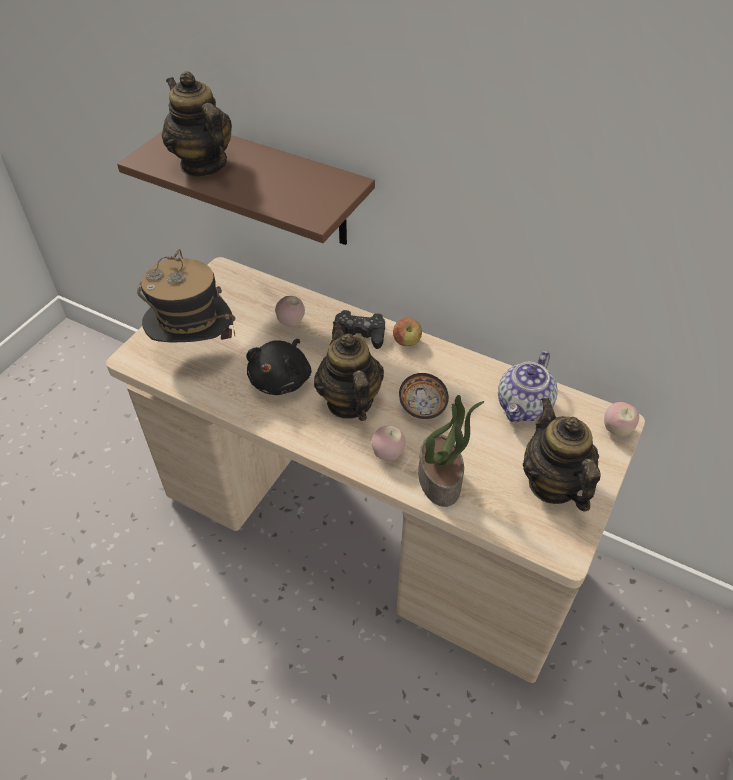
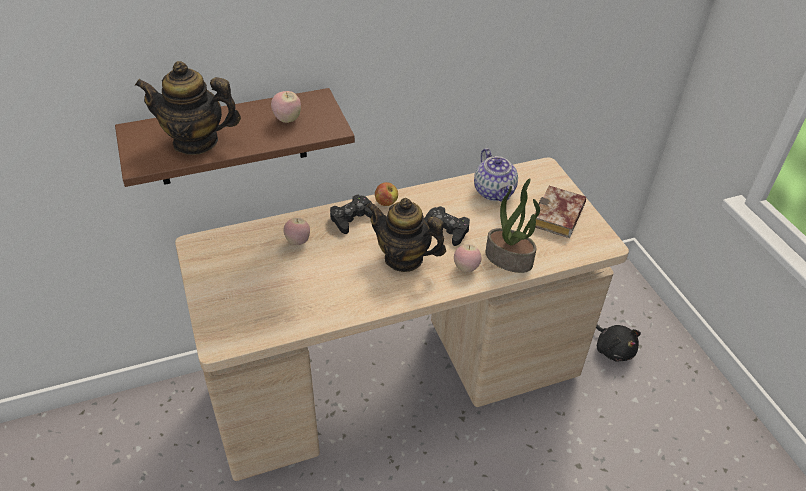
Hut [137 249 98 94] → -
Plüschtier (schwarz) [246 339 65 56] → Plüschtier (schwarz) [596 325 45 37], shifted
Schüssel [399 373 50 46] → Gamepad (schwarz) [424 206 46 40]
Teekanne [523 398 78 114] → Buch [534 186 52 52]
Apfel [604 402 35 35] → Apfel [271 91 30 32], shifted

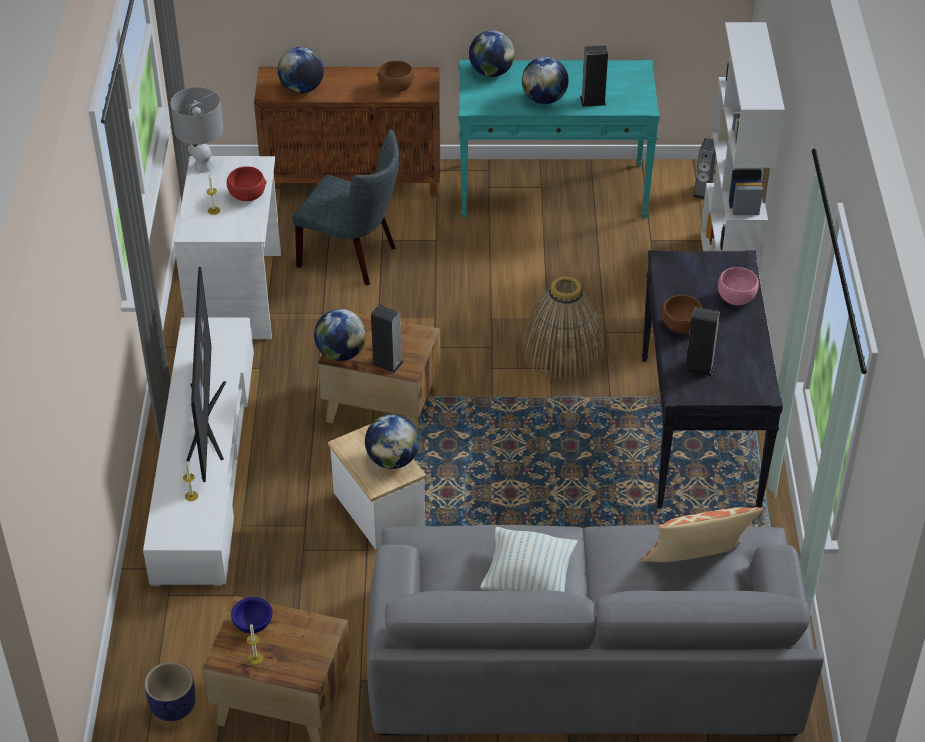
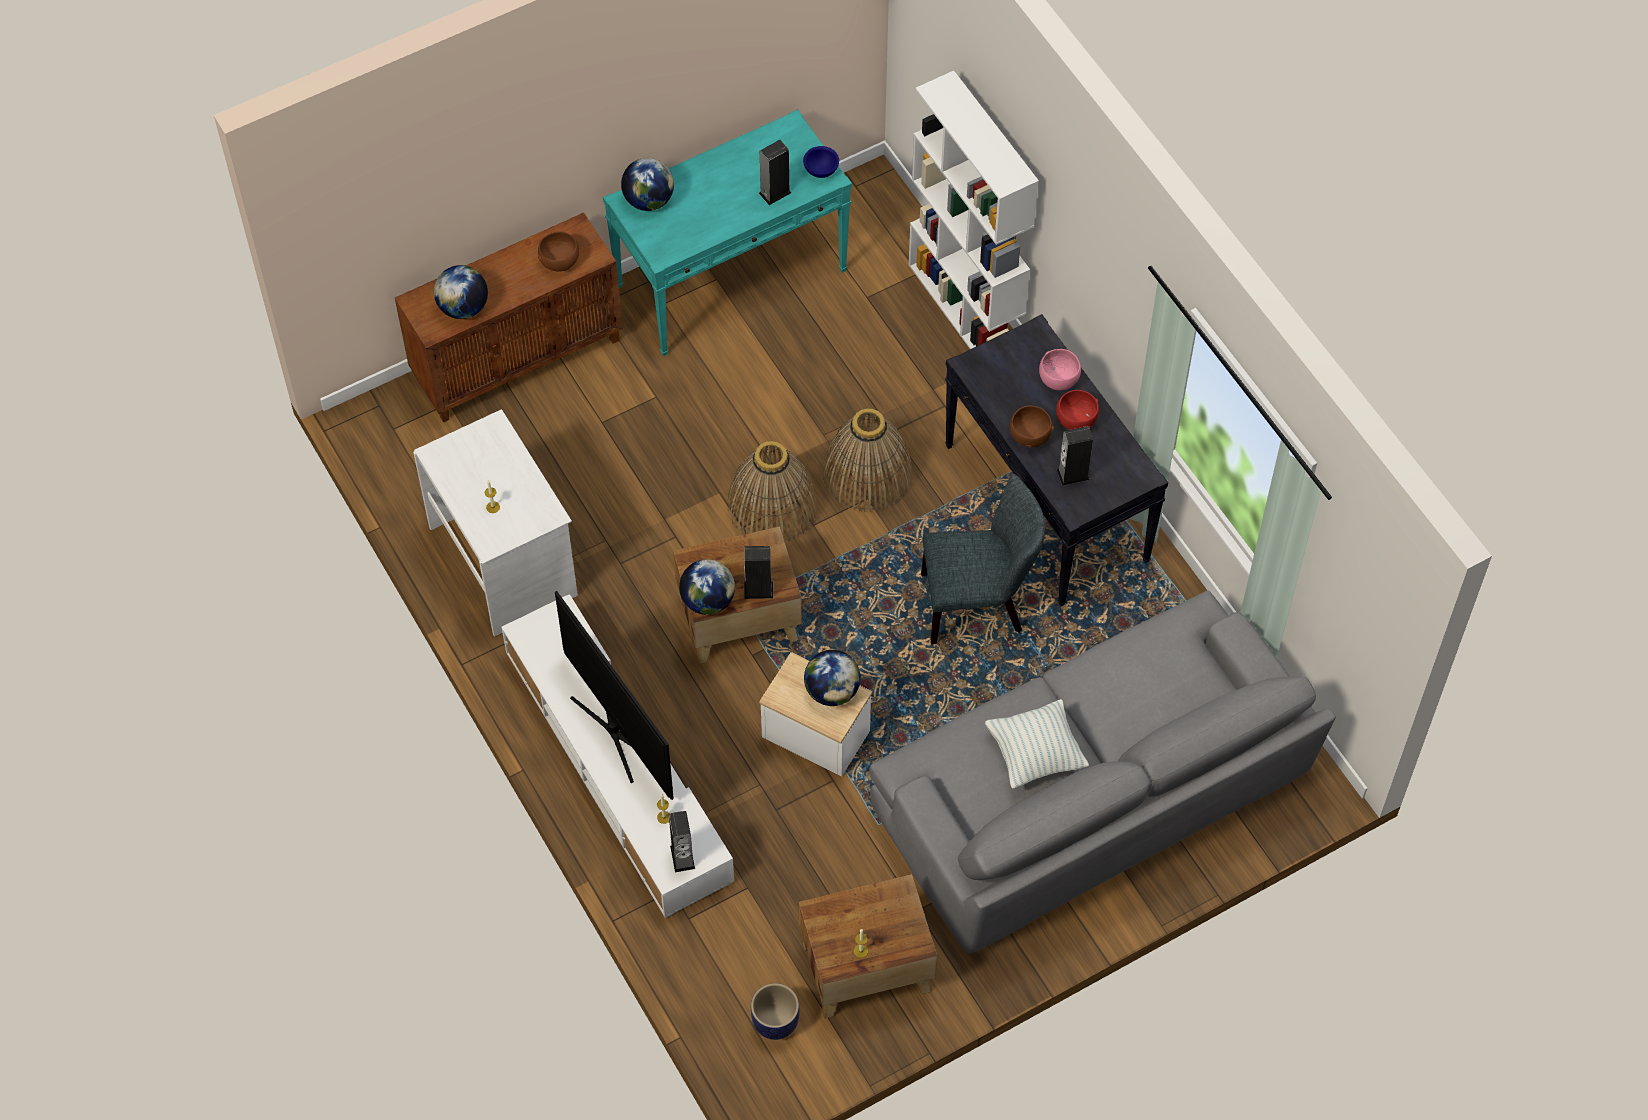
Globus [522 57 47 47] → -
Tischlampe (grau) [171 87 52 86] → -
Stuhl (grau) [292 129 107 157] → Stuhl (grau) [921 474 124 170], shifted
Lautsprecher [693 138 23 61] → Lautsprecher [669 811 26 61], shifted
Schüssel (rot) [227 167 39 34] → Schüssel (rot) [1056 390 43 40], shifted
Kissen [641 507 122 55] → -
Schüssel (blau) [231 597 41 36] → Schüssel (blau) [803 146 36 32], shifted
- → Korb [728 441 90 101]

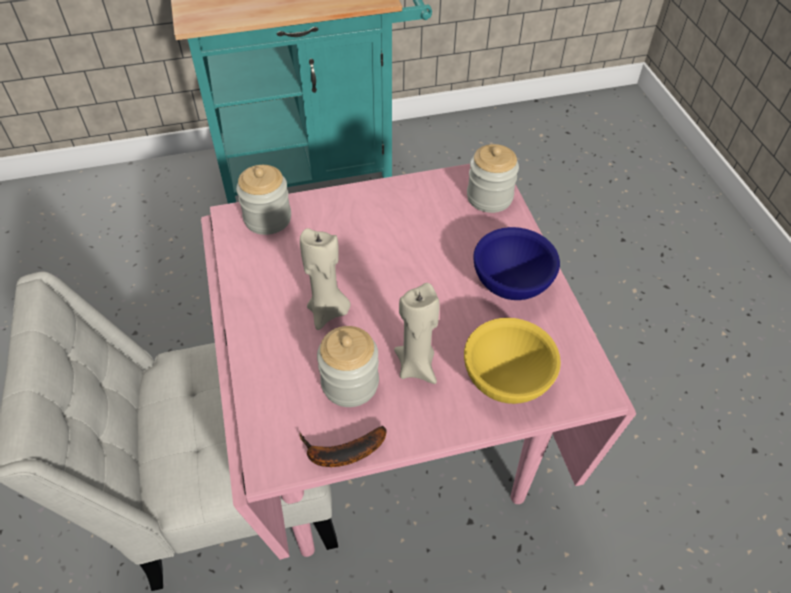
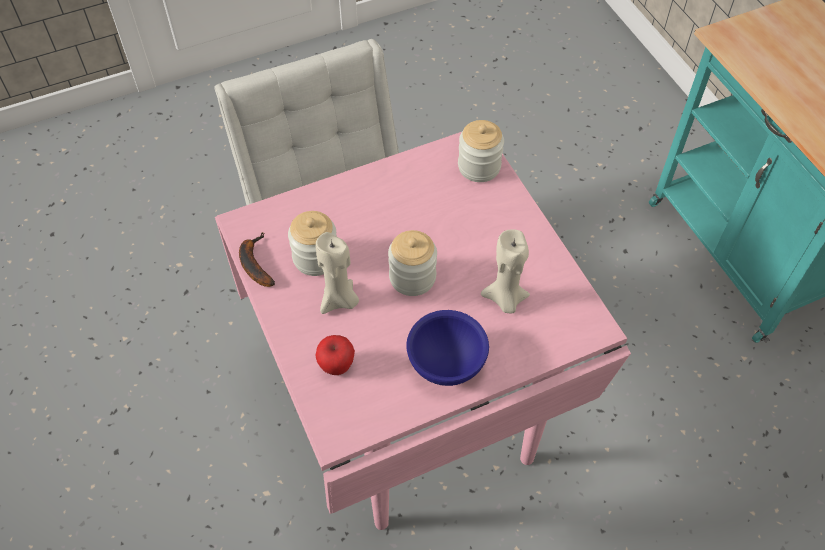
Vorratsglas [467 144 52 69] → Vorratsglas [388 230 49 66], shifted
Kerze (beige) [300 228 51 102] → Kerze (beige) [481 229 49 84], shifted
Schüssel (gelb) [464 318 97 86] → Apfel [315 335 40 40]

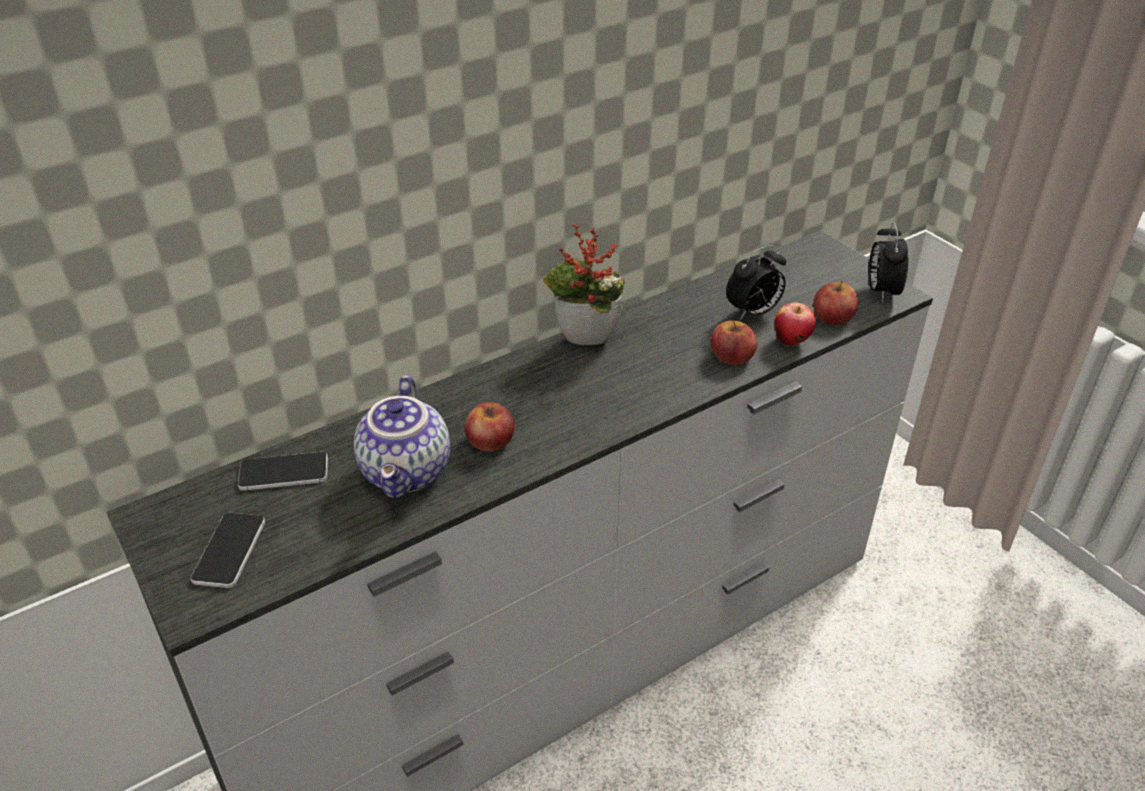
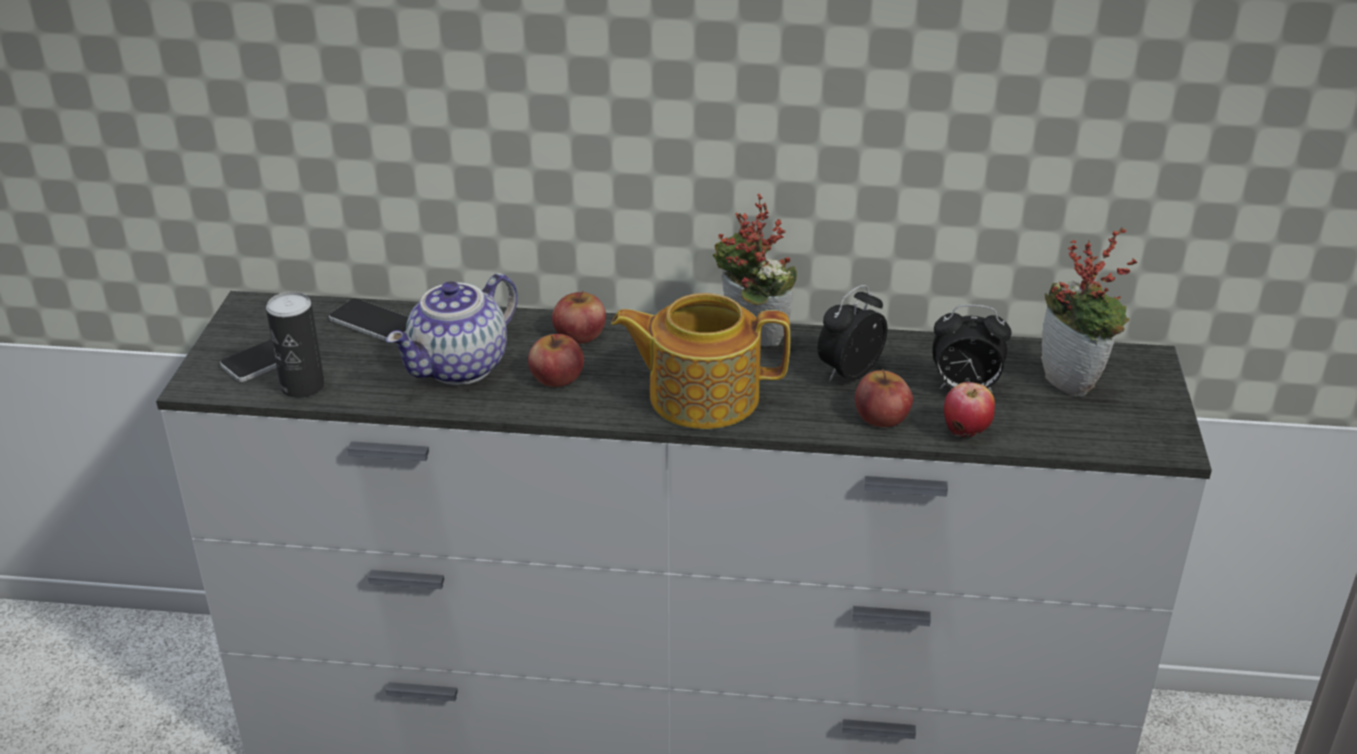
Wecker [869 222 39 80] → Wecker [818 285 70 97], shifted
Apfel [813 281 45 44] → Apfel [552 291 54 53], shifted
- → Topfpflanze [1041 227 96 169]
- → Dose [266 292 59 106]
- → Teekanne [611 293 179 136]

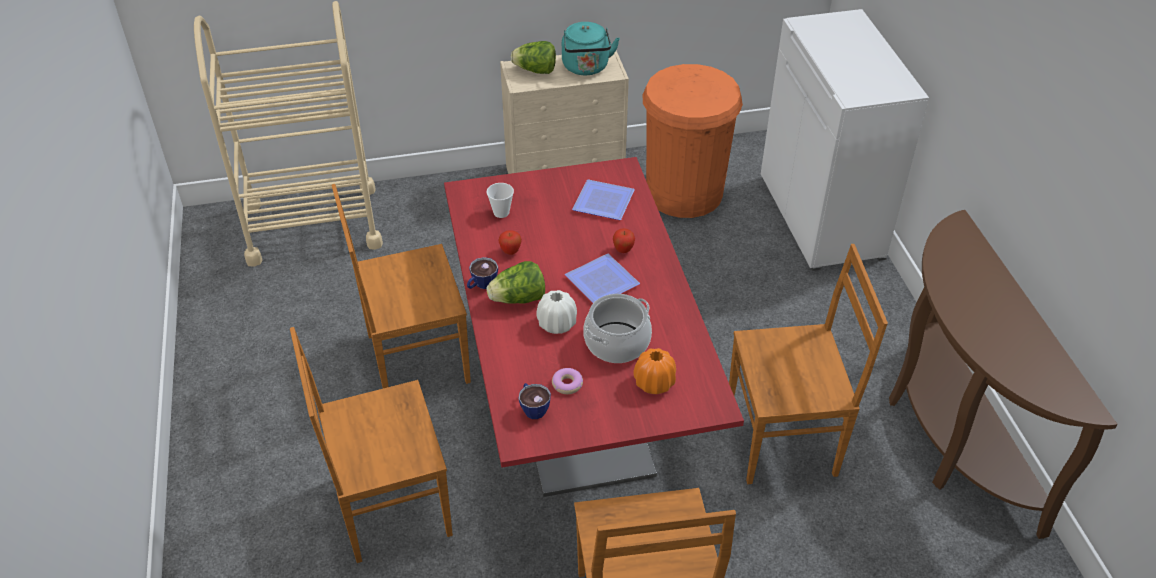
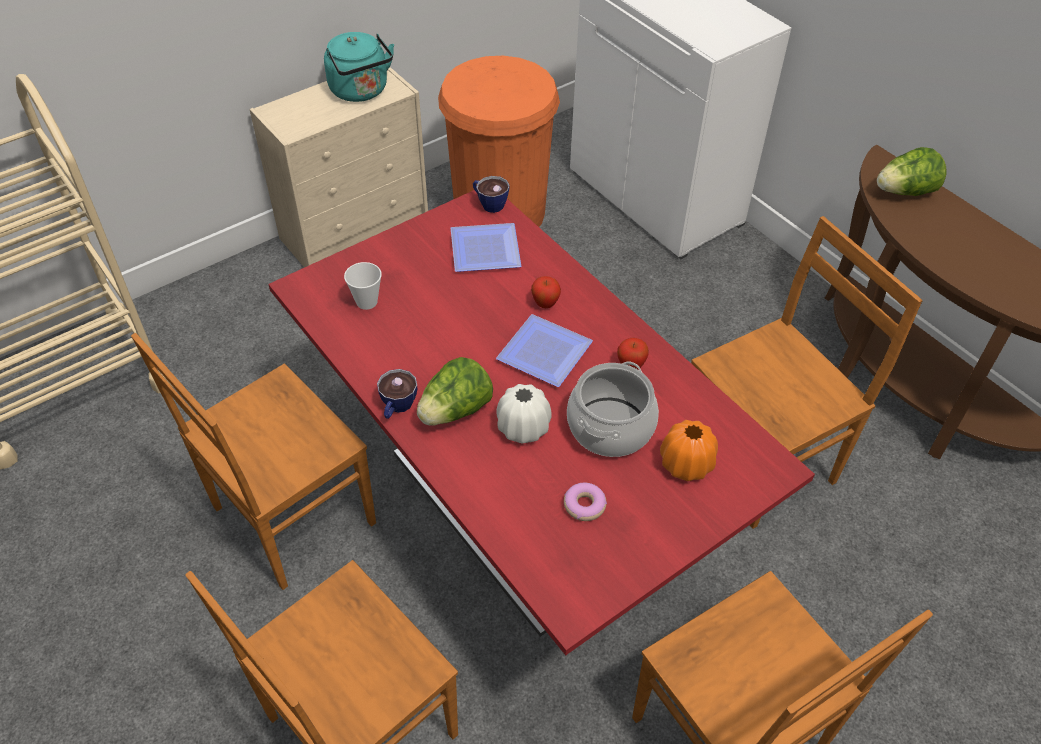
Salatkopf [511 41 45 33] → Salatkopf [877 147 69 49], shifted
Apfel [498 230 24 25] → Apfel [617 338 32 31], shifted
Tasse [519 383 32 36] → Tasse [473 176 37 37], shifted

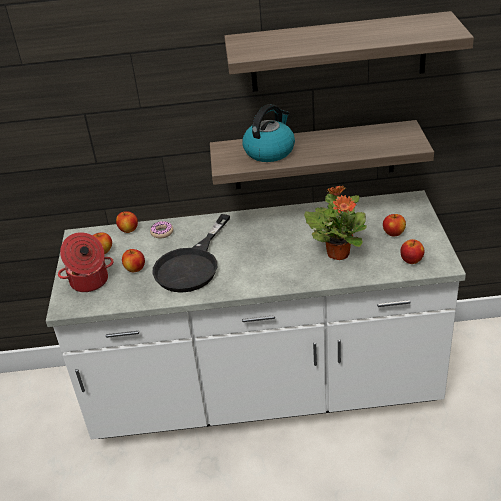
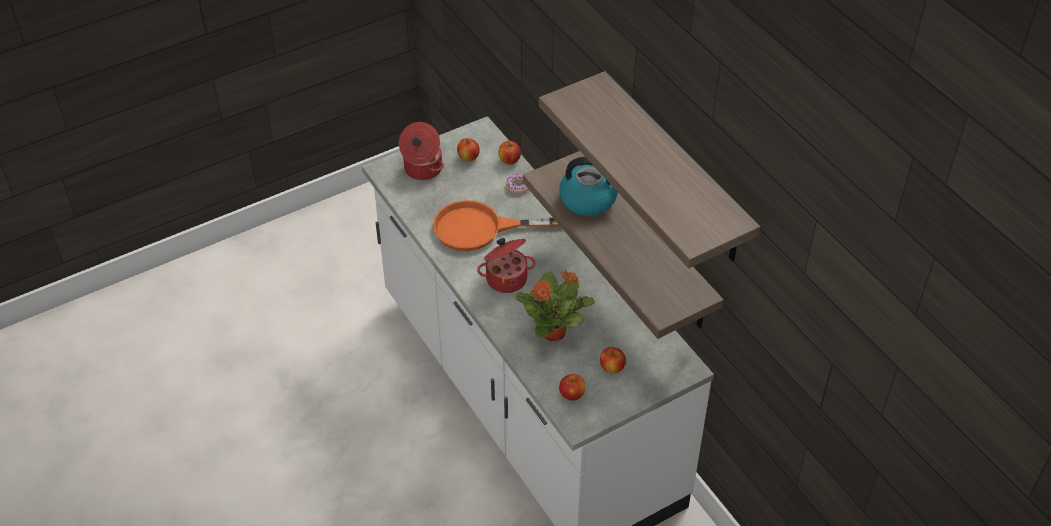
Pfanne (schwarz) [152 214 78 79] → Pfanne (orange) [433 200 128 51]
Apfel [122 249 23 23] → -
- → Kochtopf [477 238 59 55]

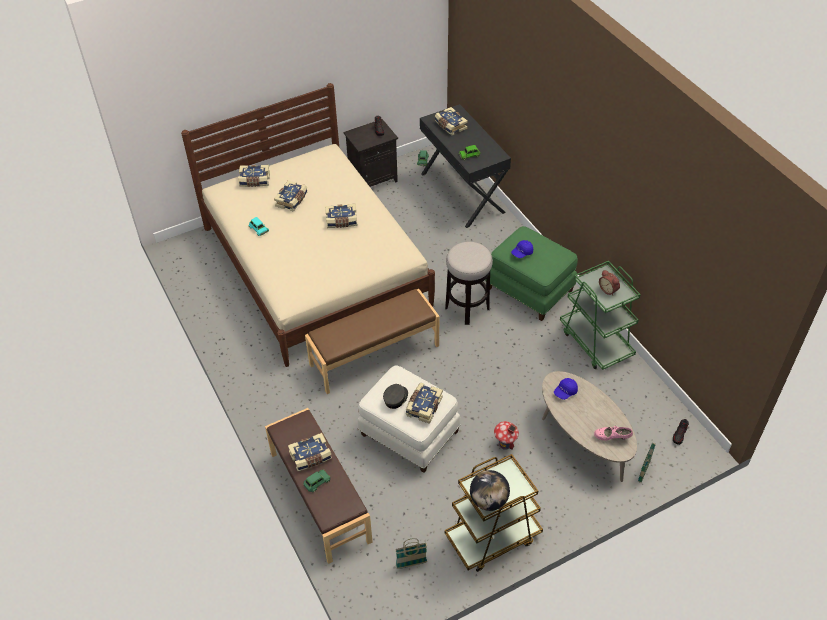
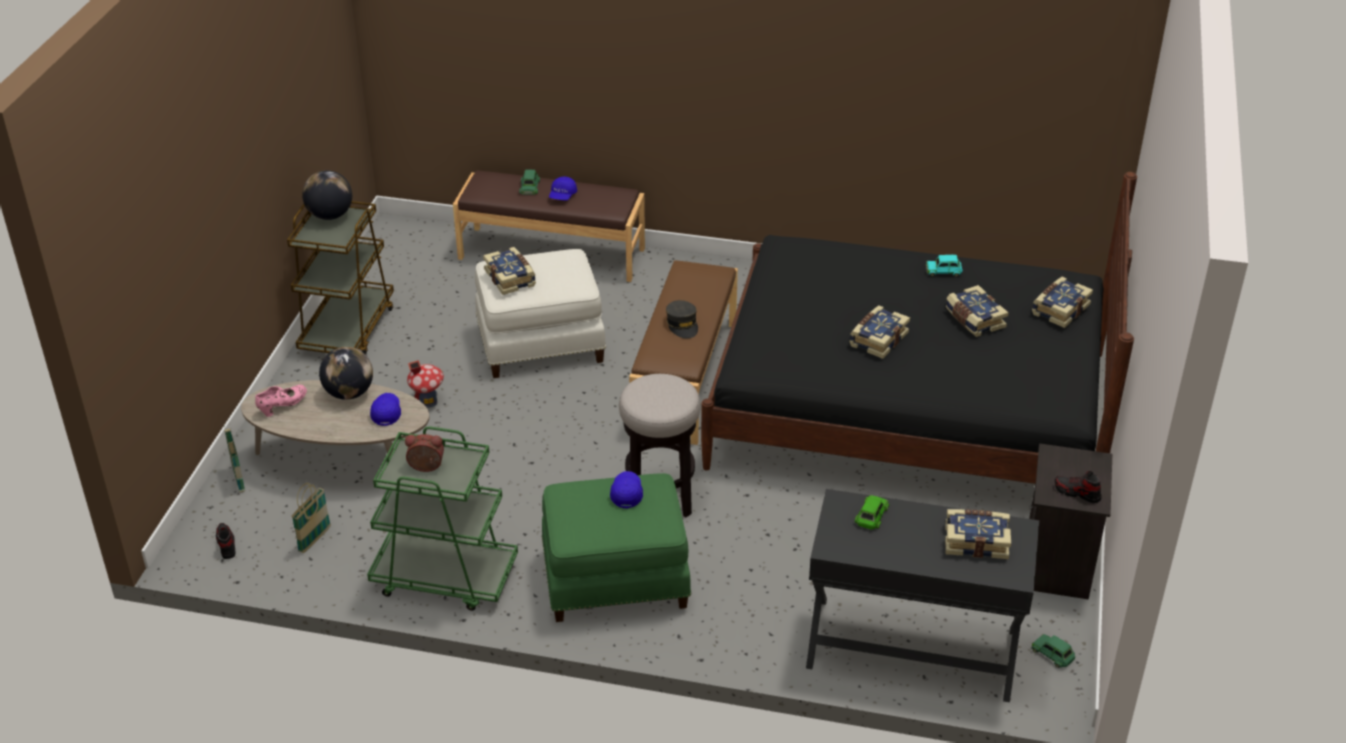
Bett (beige) [181 83 254 284] → Bett (schwarz) [701 172 436 312]
Kappe (grau) [383 384 25 25] → Kappe (grau) [666 300 32 39], shifted
Buch [288 433 44 38] → Kappe (blau) [549 176 28 25]
Korb [395 538 32 31] → Korb [291 483 40 70], shifted
- → Globus [319 347 54 53]

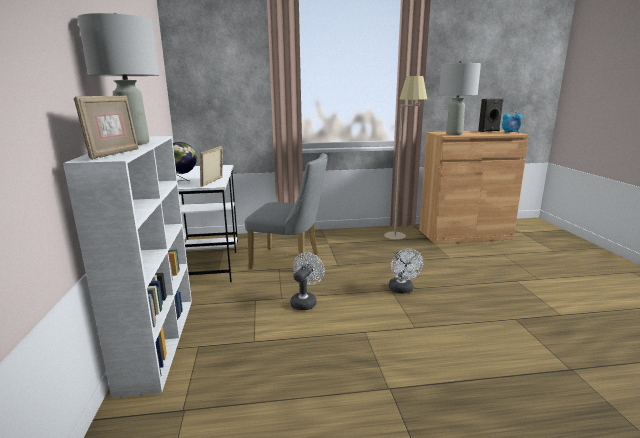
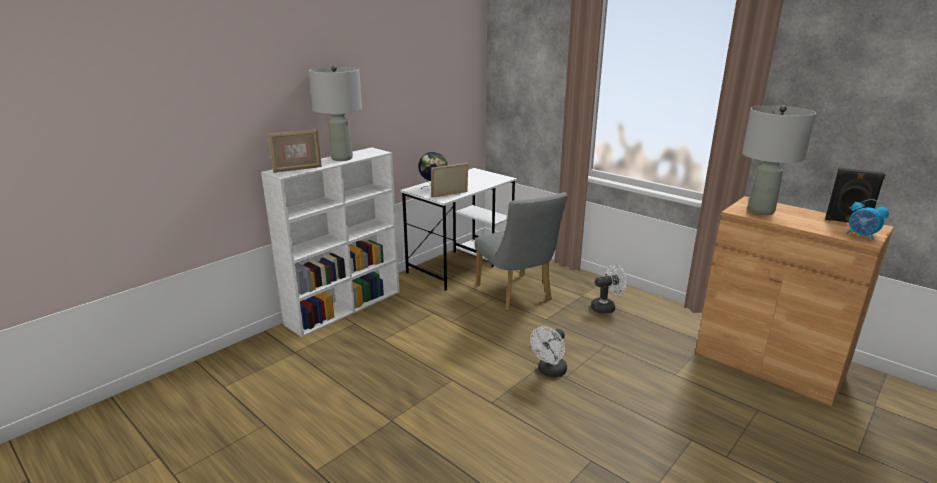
Stehlampe (beige) [384 76 43 164] → -
Ventilator (weiß) [290 252 35 58] → Ventilator (weiß) [591 264 36 50], shifted

